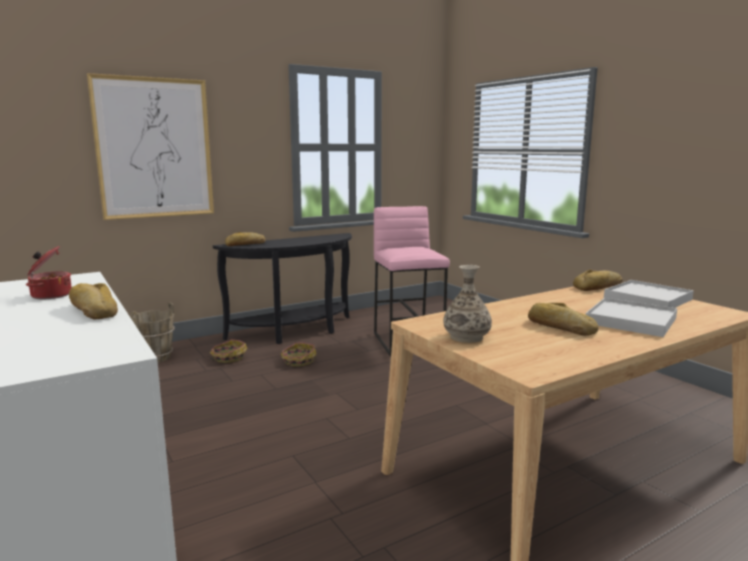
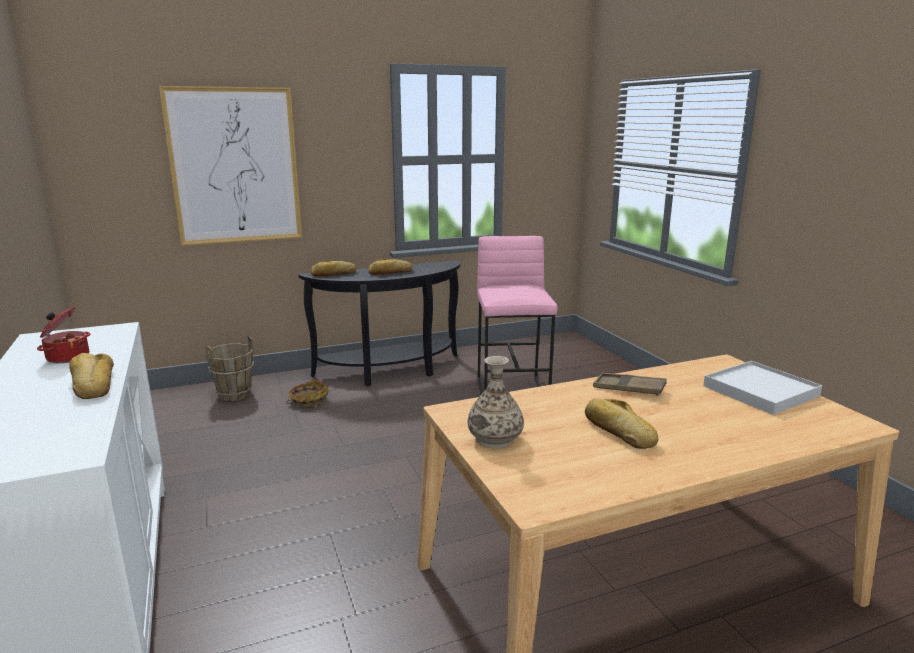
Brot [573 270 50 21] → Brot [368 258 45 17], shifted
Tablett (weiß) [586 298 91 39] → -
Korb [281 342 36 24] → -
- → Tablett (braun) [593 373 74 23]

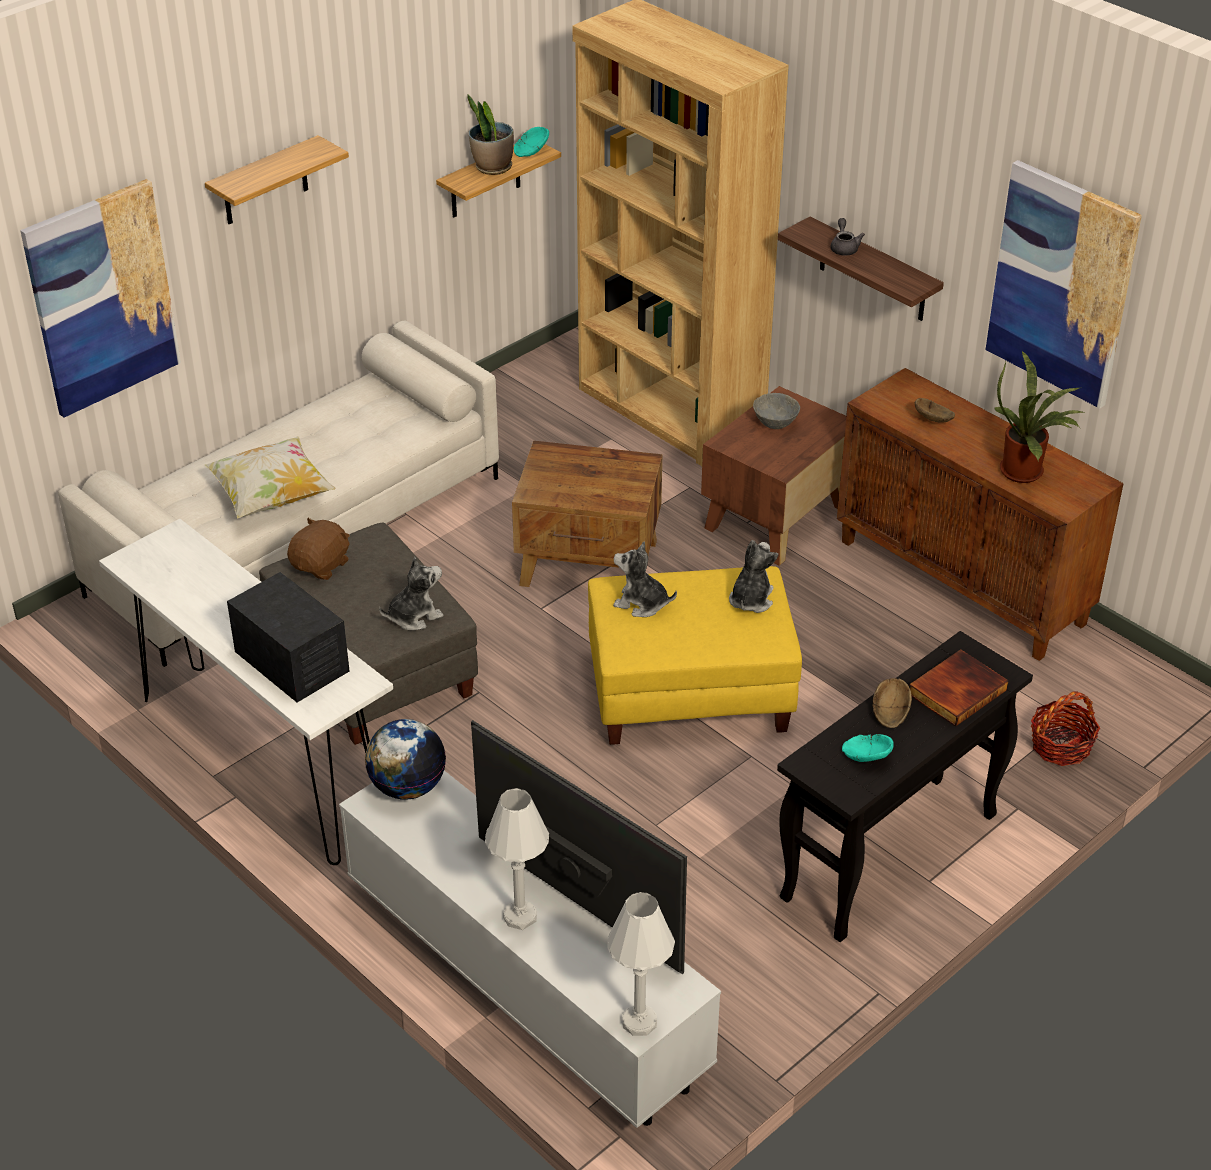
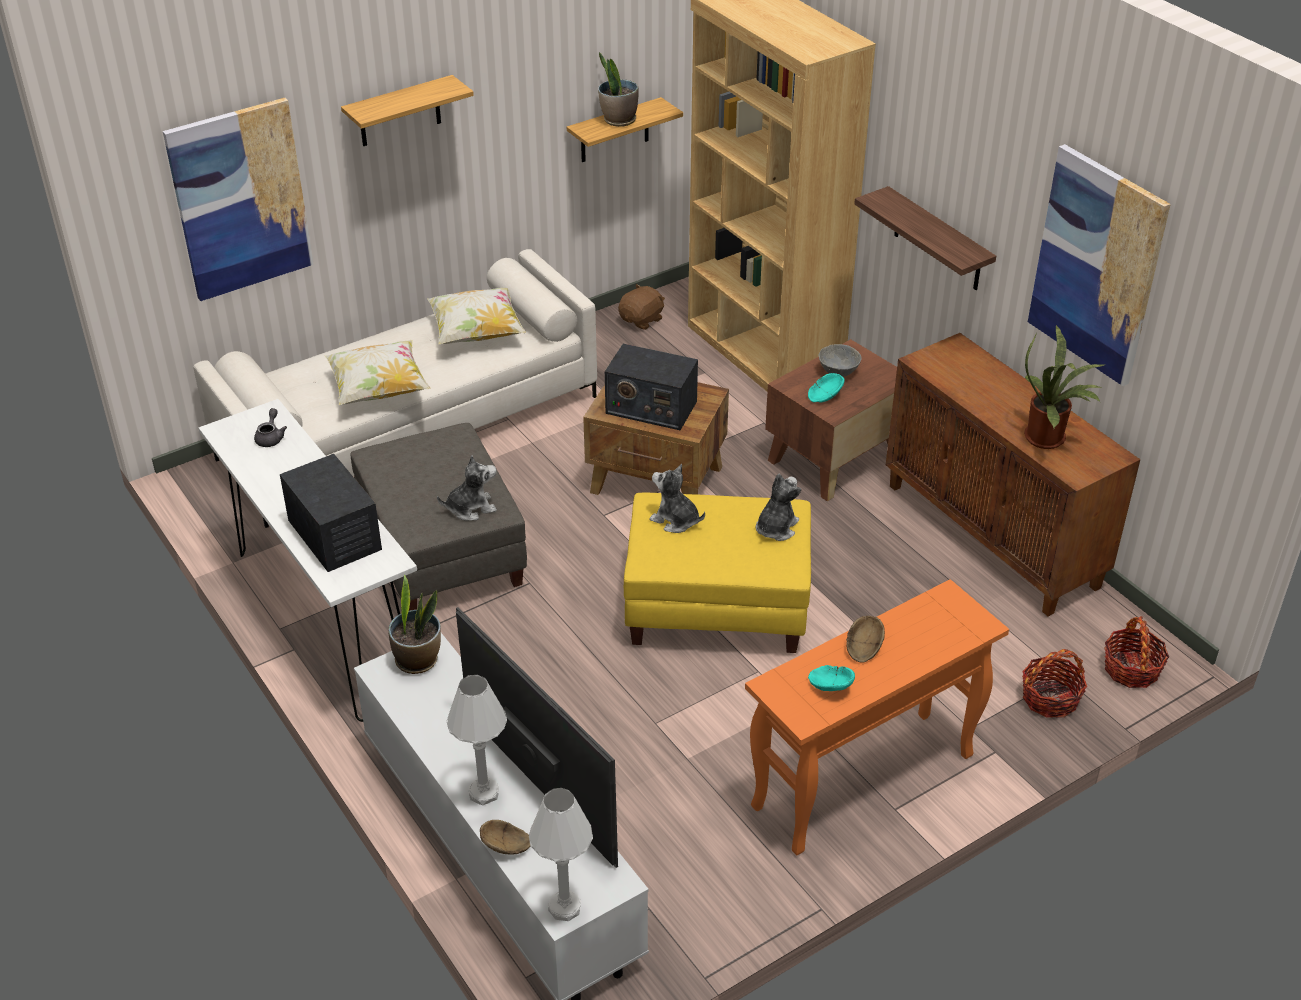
Schüssel (türkis) [514 127 35 30] → Schüssel (türkis) [808 373 37 30], shifted
Teekanne (grau) [831 218 34 38] → Teekanne (grau) [254 408 33 39], shifted
Schüssel (braun) [915 398 40 25] → Schüssel (braun) [480 820 51 35], shifted
Plüschtier (braun) [287 518 63 62] → Plüschtier (braun) [618 284 47 46], shifted
Konsolentisch (schwarz) [777 631 256 311] → Konsolentisch (orange) [745 579 264 276]
Buch [909 649 100 78] → -
Globus [365 719 81 81] → Topfpflanze [388 575 53 99]
- → Kissen [428 288 98 56]
- → Radio [605 344 93 86]
- → Korb [1104 616 65 72]

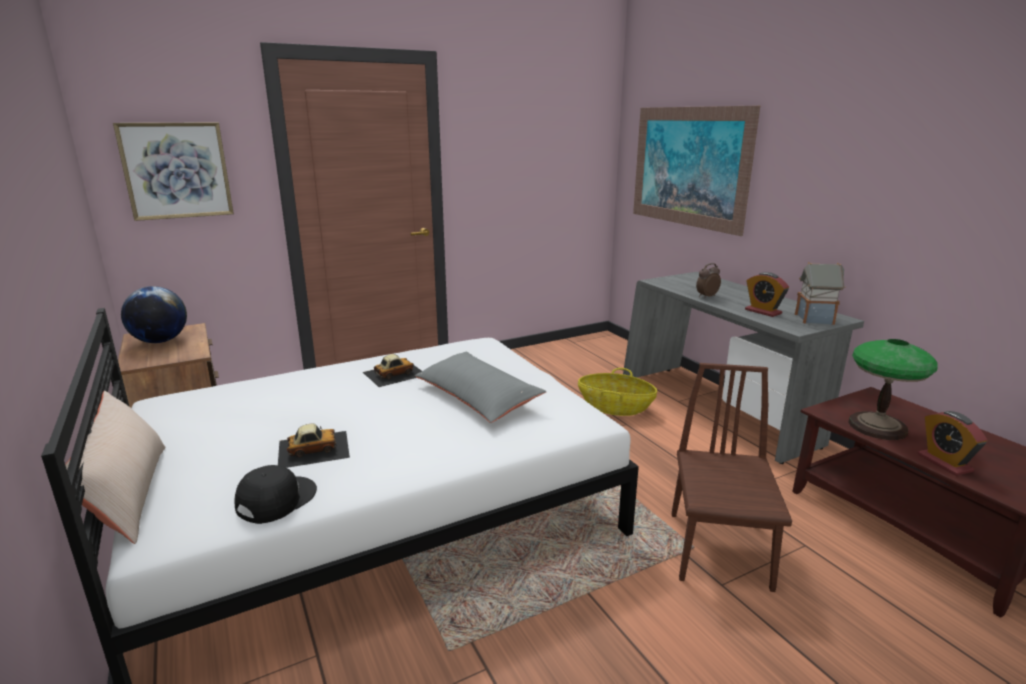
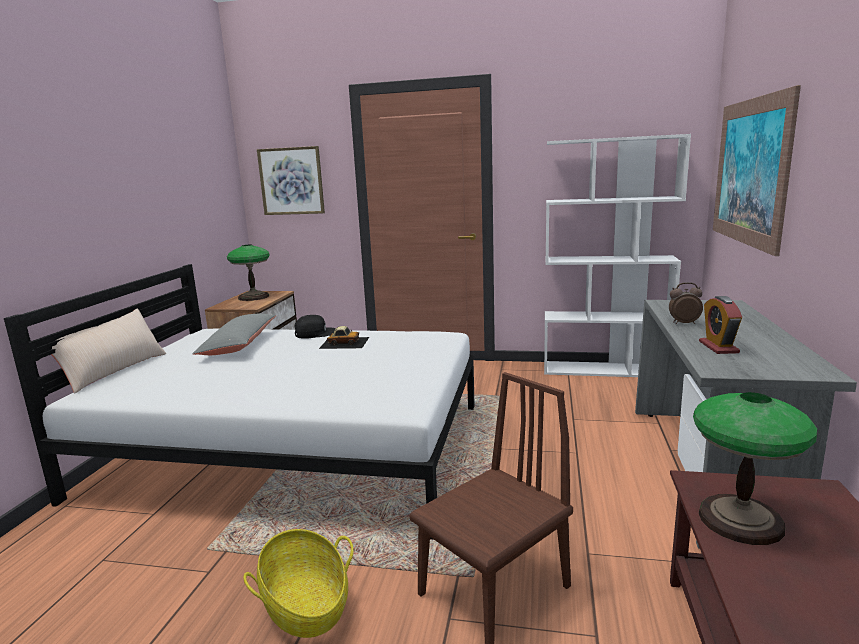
Spielzeughaus [795 262 50 63] → -
Globus [121 286 66 57] → Tischlampe [227 245 43 56]
Kissen (grau) [415 351 132 72] → Kissen (grau) [192 314 84 41], shifted
Korb [578 368 79 48] → Korb [243 529 111 109], shifted
Wecker [918 411 69 65] → -
Spielzeugauto [278 424 72 44] → -
Kappe (schwarz) [234 465 83 59] → Kappe (schwarz) [295 315 41 24], shifted
- → Bücherregal (weiß) [544 134 147 243]

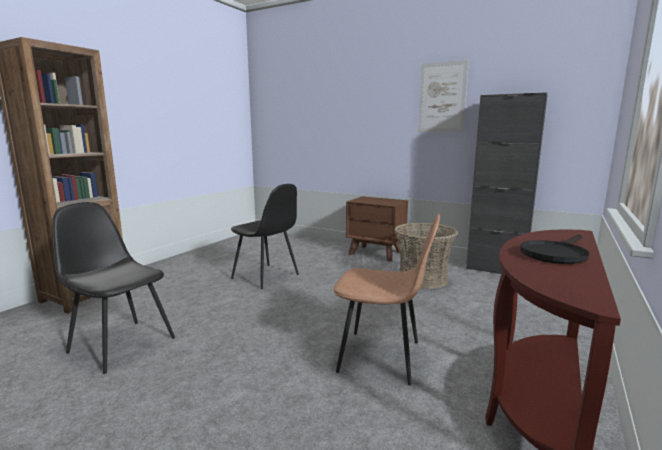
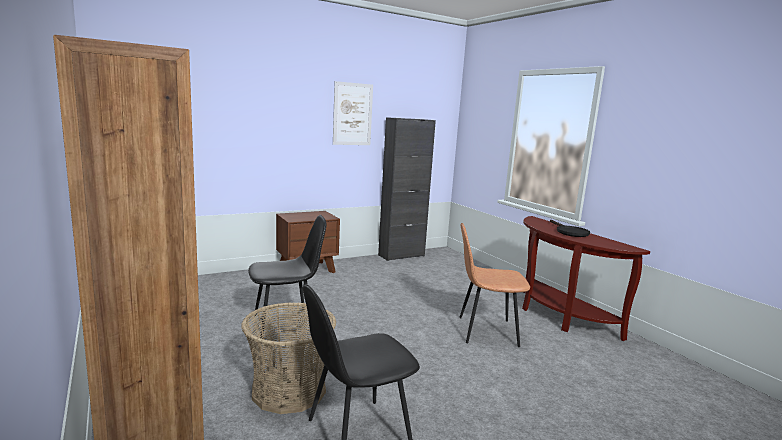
Stuhl (braun) [333 213 107 172] → Stuhl (braun) [459 223 71 124], 135 degrees counterclockwise
Korb [394 223 64 66] → Korb [241 302 95 112], shifted

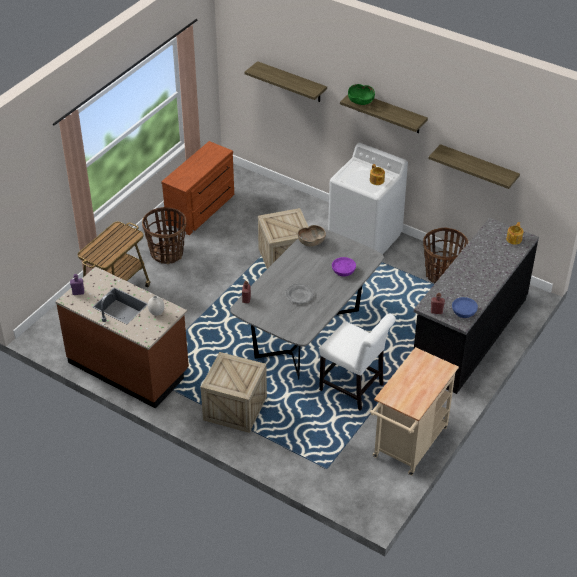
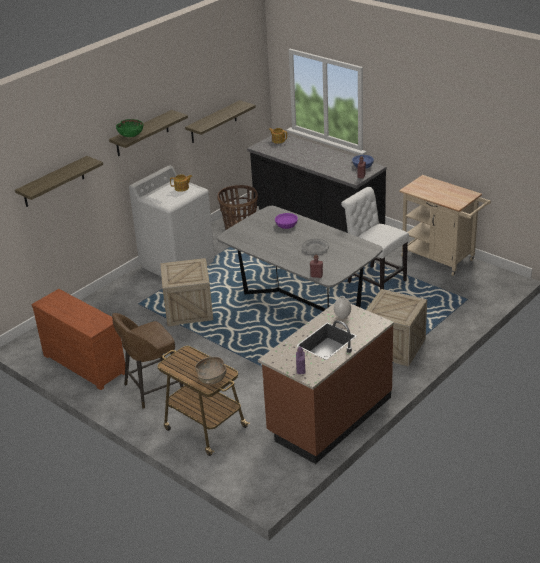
Korb [142 207 44 57] → Hocker (braun) [112 313 71 96]
Schüssel (braun) [298 225 28 22] → Schüssel (braun) [195 357 31 27], shifted
Stuhl (weiß) [319 314 77 97] → Stuhl (weiß) [341 187 68 103], 90 degrees counterclockwise

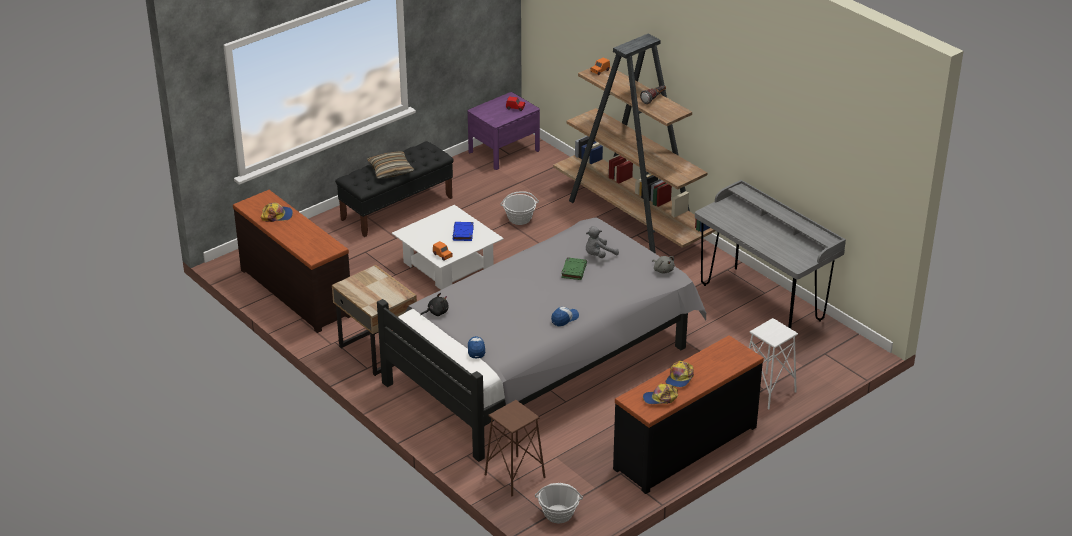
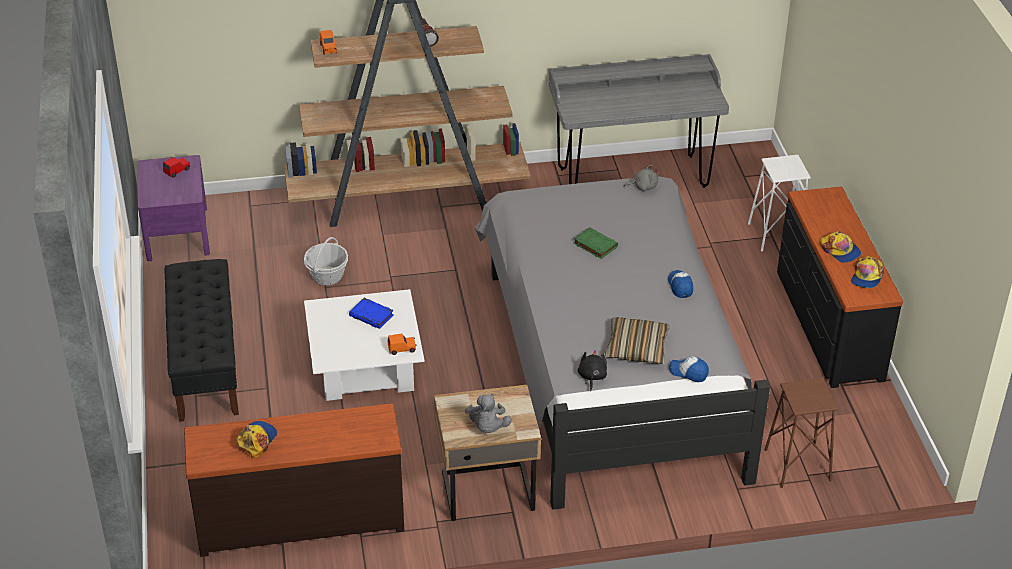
Kissen [367 151 47 28] → Kissen [605 317 65 47], shifted
Plüschtier (grau) [586 226 33 32] → Plüschtier (grau) [465 394 47 39], shifted
Korb [535 483 48 41] → -

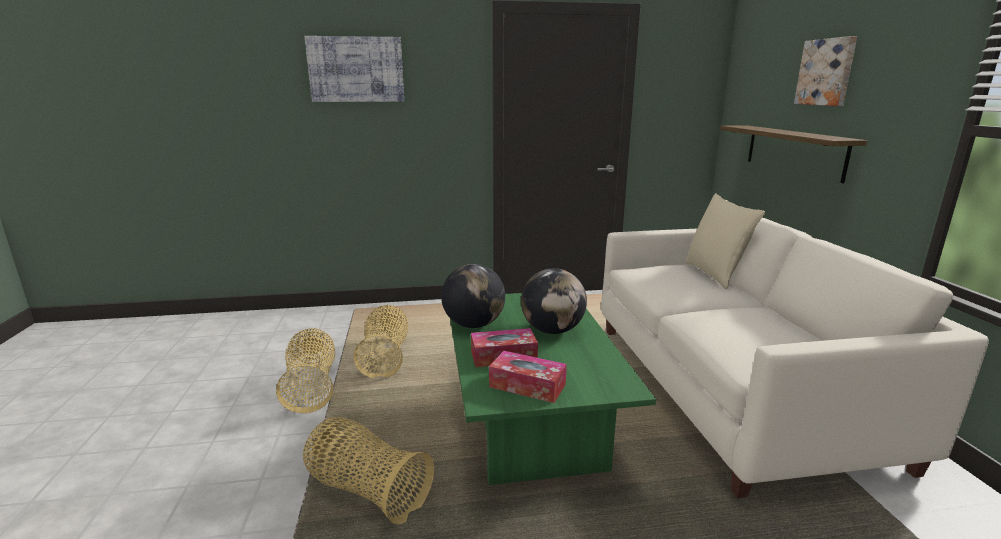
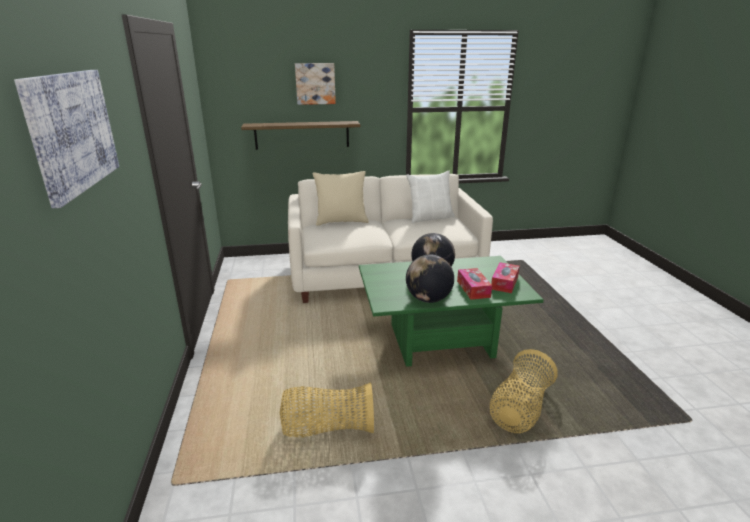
Korb [276 328 59 85] → -
- → Kissen (weiß) [406 171 49 52]

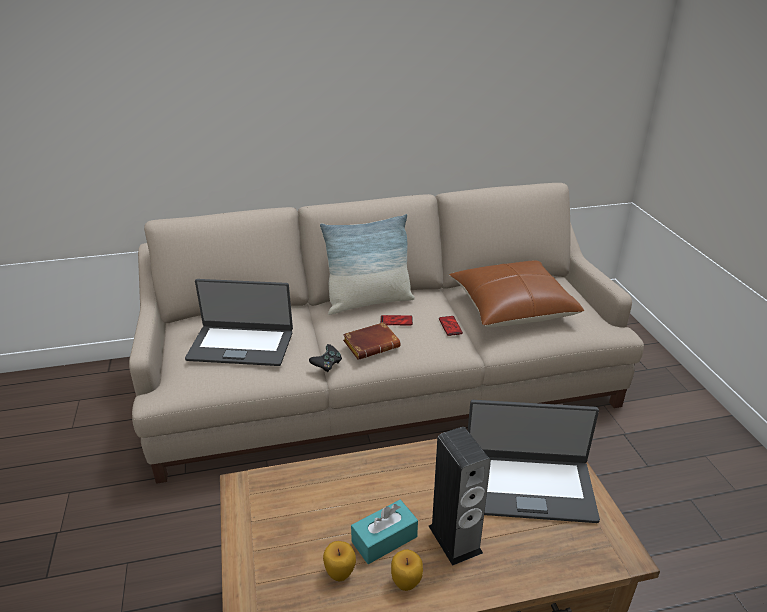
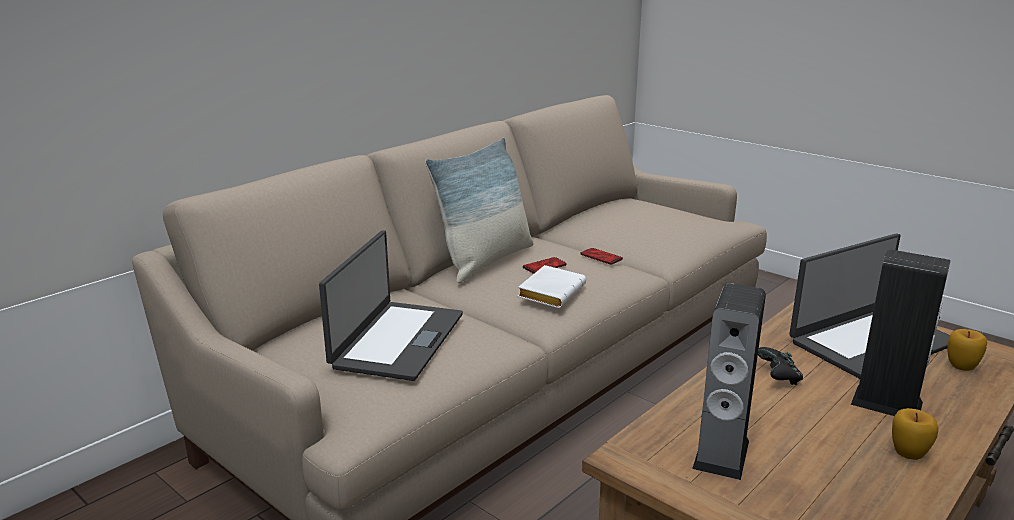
Kissen (braun) [449 260 135 67] → -
Laptop [185 279 108 87] → Laptop [319 230 144 151], 45 degrees counterclockwise
Buch (braun) [343 322 57 38] → Buch (weiß) [517 265 69 43]
Gamepad (schwarz) [309 344 33 28] → Gamepad (schwarz) [758 347 45 38], shifted
Taschentuchbox (türkis) [351 500 67 64] → -
Apfel [323 541 33 41] → Apfel [947 329 40 42], shifted
- → Lautsprecher [692 283 74 197]

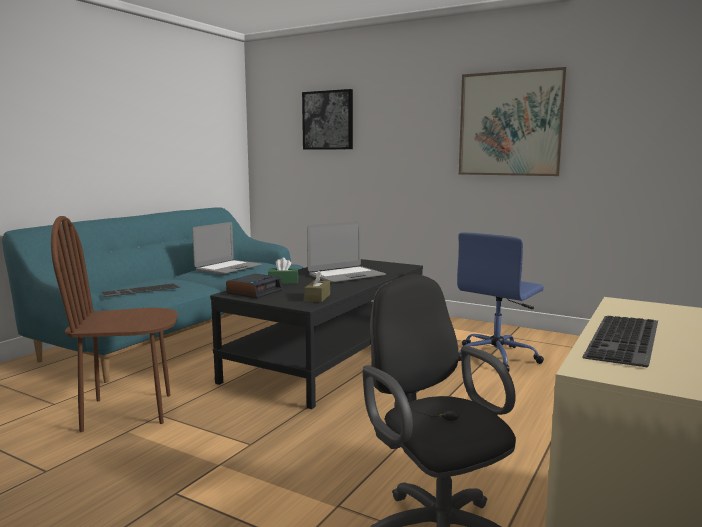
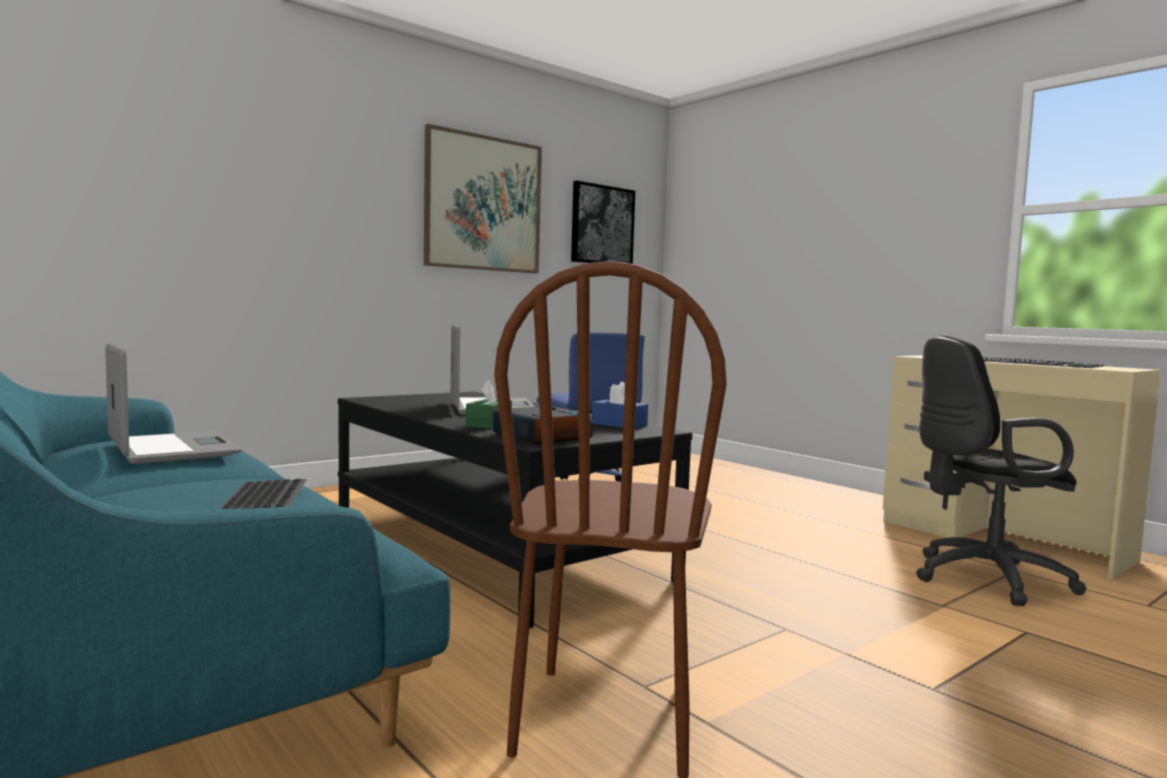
Bild [302 89 51 61] → Bild [571 181 64 83], shifted
Taschentuchbox (braun) [305 271 25 31] → Taschentuchbox (blau) [591 382 57 47]

